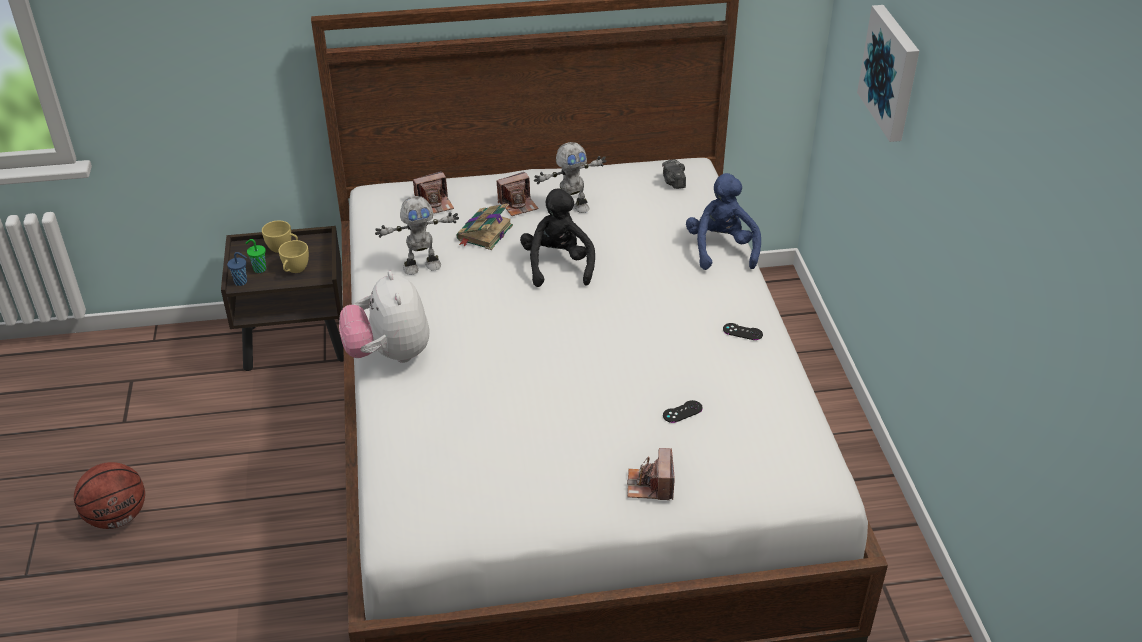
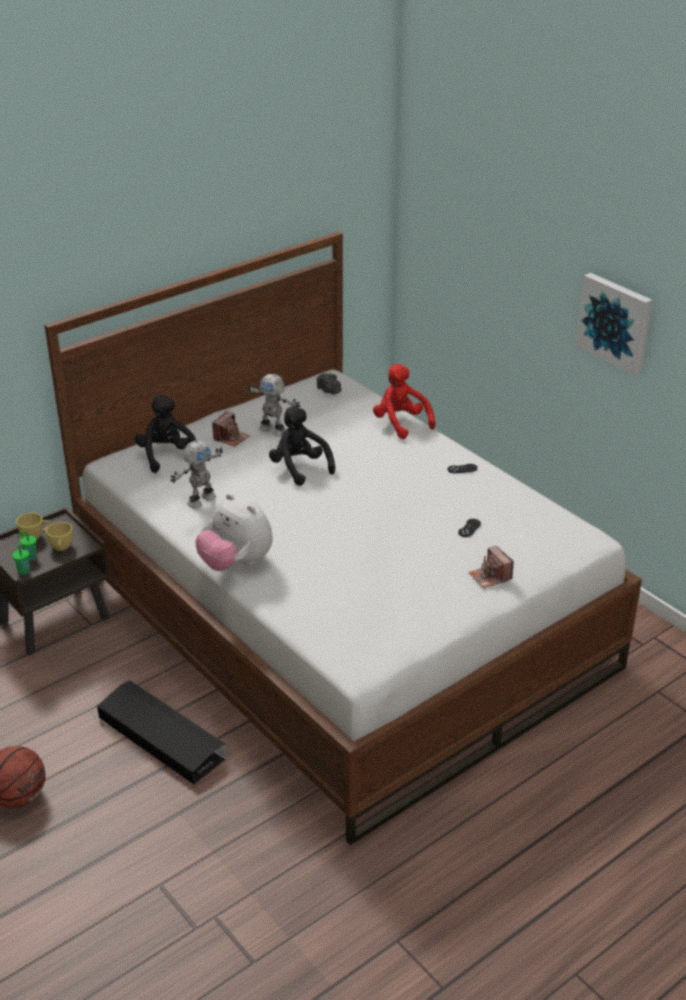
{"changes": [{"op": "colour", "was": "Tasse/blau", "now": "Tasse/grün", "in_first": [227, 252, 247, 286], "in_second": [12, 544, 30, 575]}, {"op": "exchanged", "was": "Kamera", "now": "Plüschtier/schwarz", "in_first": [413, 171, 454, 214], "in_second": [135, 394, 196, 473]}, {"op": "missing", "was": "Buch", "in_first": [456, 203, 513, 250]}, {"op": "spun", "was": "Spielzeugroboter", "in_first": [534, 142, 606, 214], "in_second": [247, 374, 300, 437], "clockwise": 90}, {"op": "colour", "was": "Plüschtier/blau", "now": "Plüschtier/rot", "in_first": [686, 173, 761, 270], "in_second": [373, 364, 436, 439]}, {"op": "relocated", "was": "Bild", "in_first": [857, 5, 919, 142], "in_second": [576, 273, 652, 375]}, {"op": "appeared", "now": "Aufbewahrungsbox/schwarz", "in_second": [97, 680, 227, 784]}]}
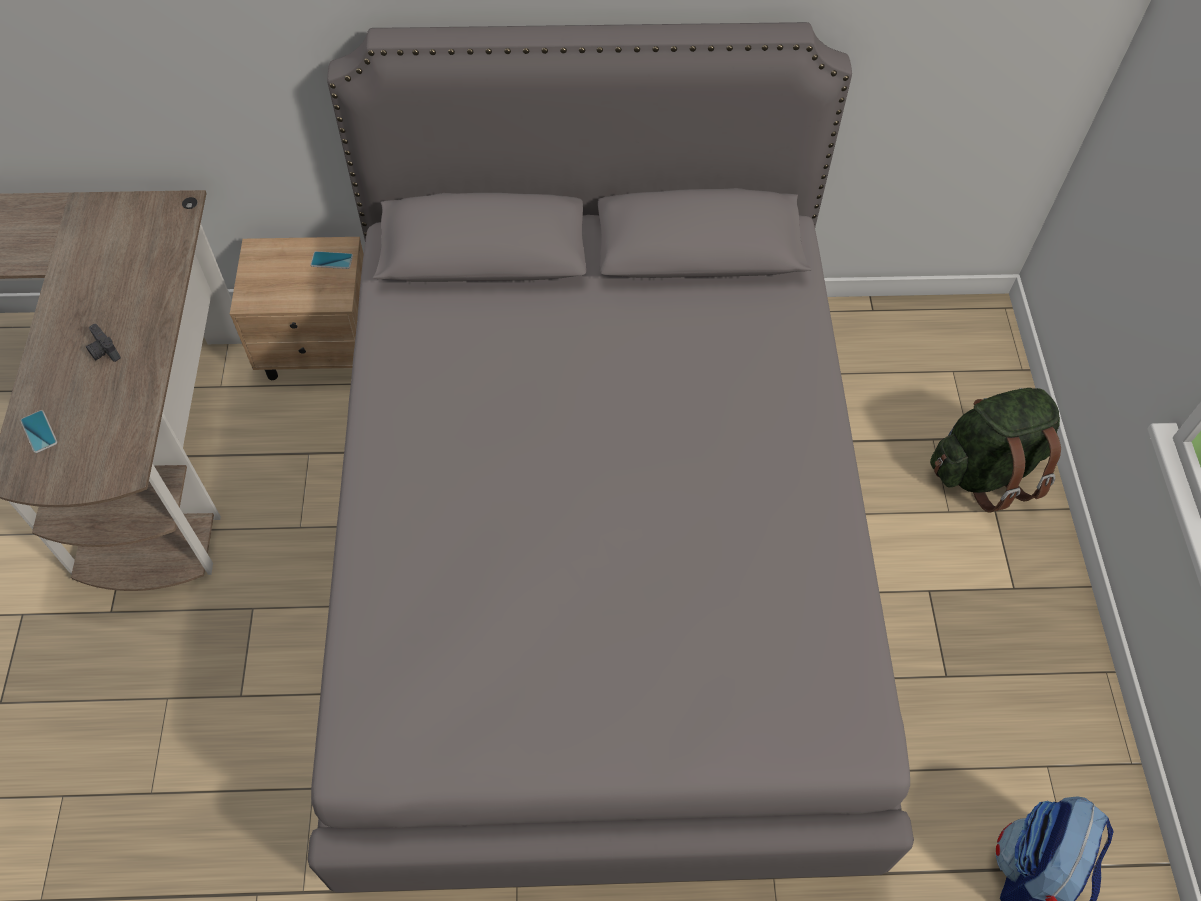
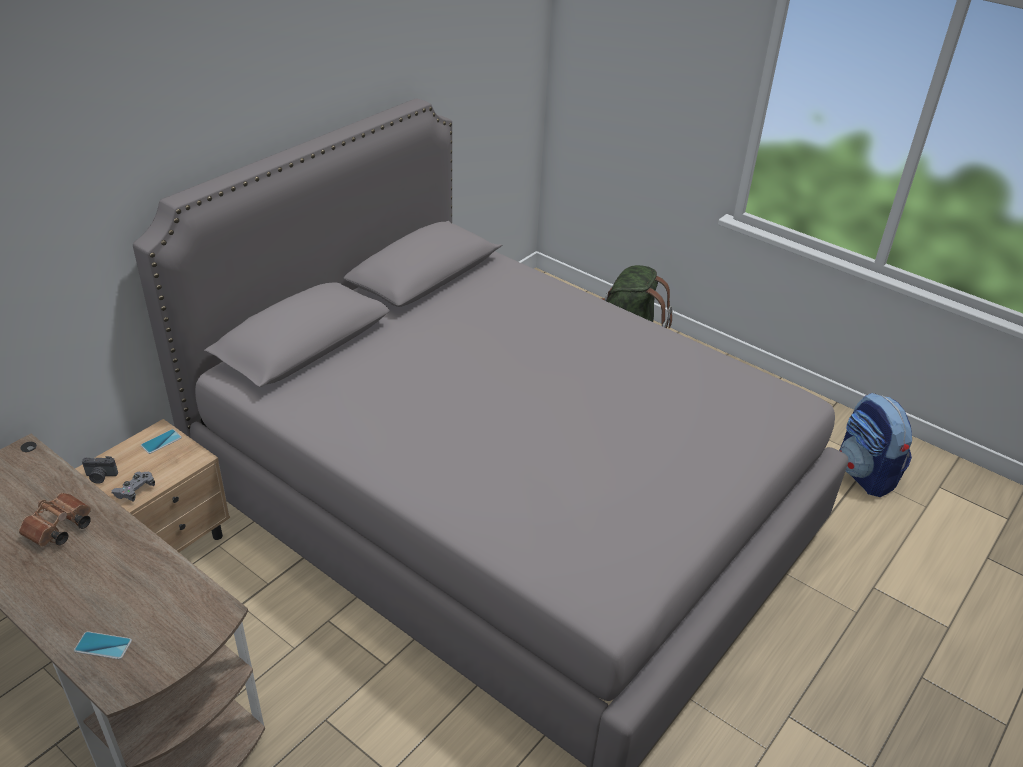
{"changes": [{"op": "relocated", "was": "Kamera", "in_first": [86, 324, 121, 362], "in_second": [82, 456, 118, 484]}, {"op": "appeared", "now": "Fernglas/braun", "in_second": [19, 493, 91, 547]}, {"op": "appeared", "now": "Gamepad/grau", "in_second": [112, 472, 155, 502]}]}
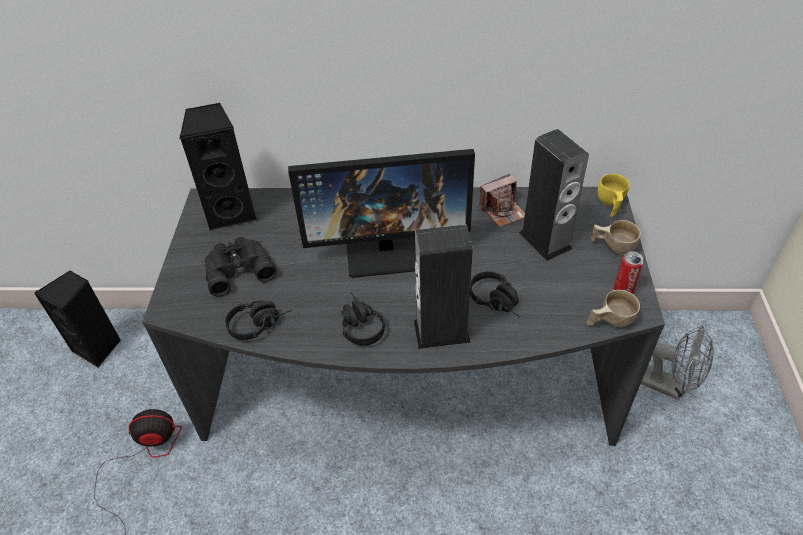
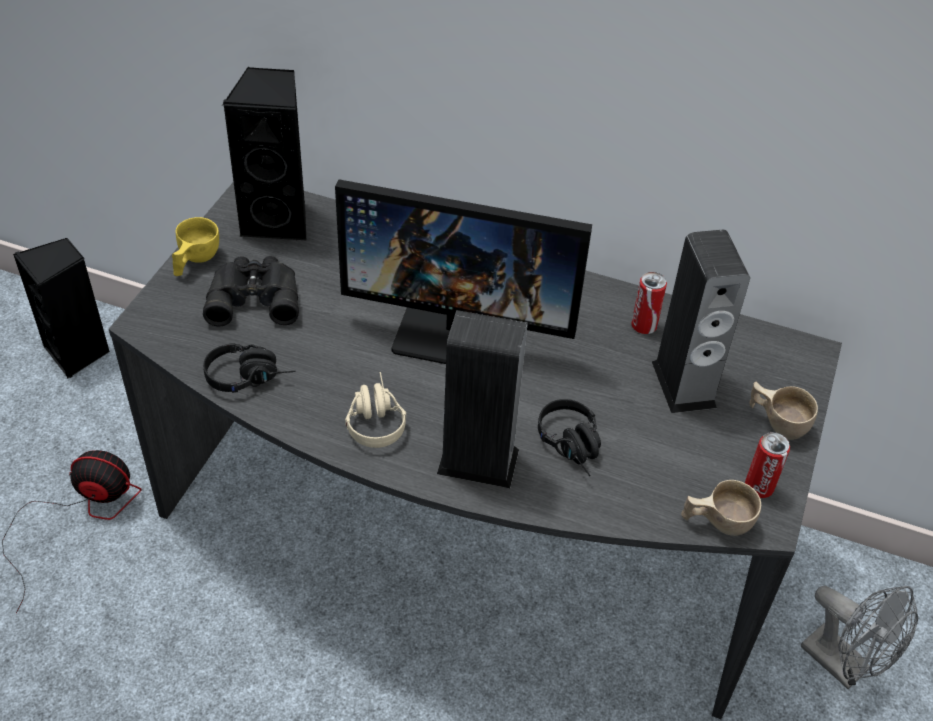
{"changes": [{"op": "colour", "was": "Kopfhörer/schwarz", "now": "Kopfhörer/beige", "in_first": [341, 293, 385, 346], "in_second": [345, 372, 406, 448]}, {"op": "exchanged", "was": "Kamera", "now": "Dose", "in_first": [479, 174, 525, 227], "in_second": [631, 272, 667, 334]}, {"op": "relocated", "was": "Tasse/gelb", "in_first": [598, 174, 630, 217], "in_second": [172, 217, 219, 276]}]}
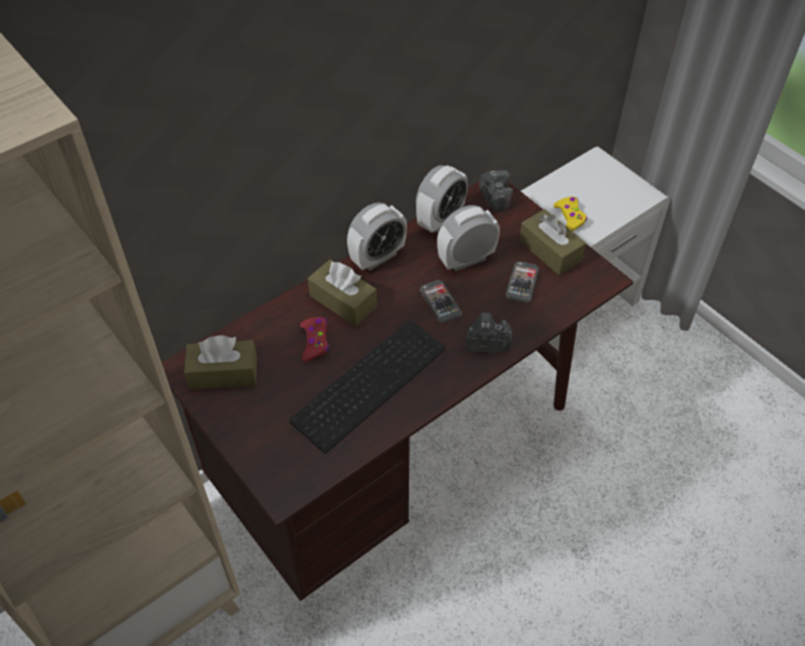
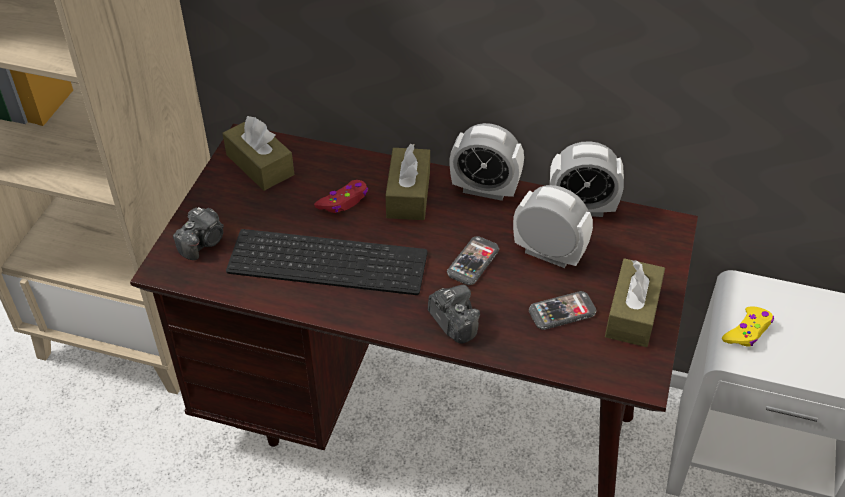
{"changes": [{"op": "relocated", "was": "Kamera", "in_first": [479, 170, 513, 212], "in_second": [173, 207, 224, 260]}]}
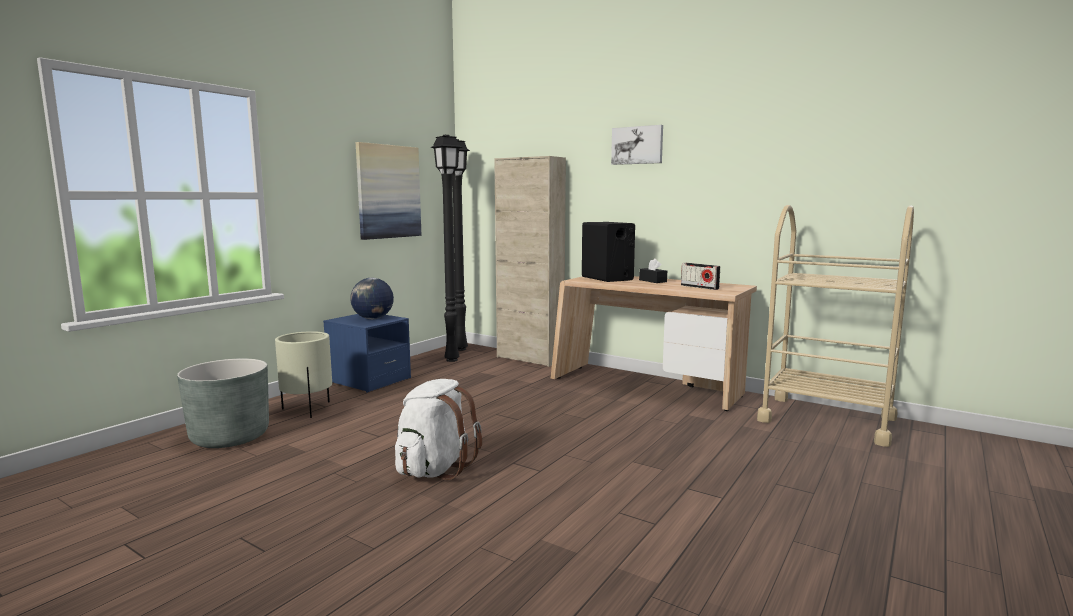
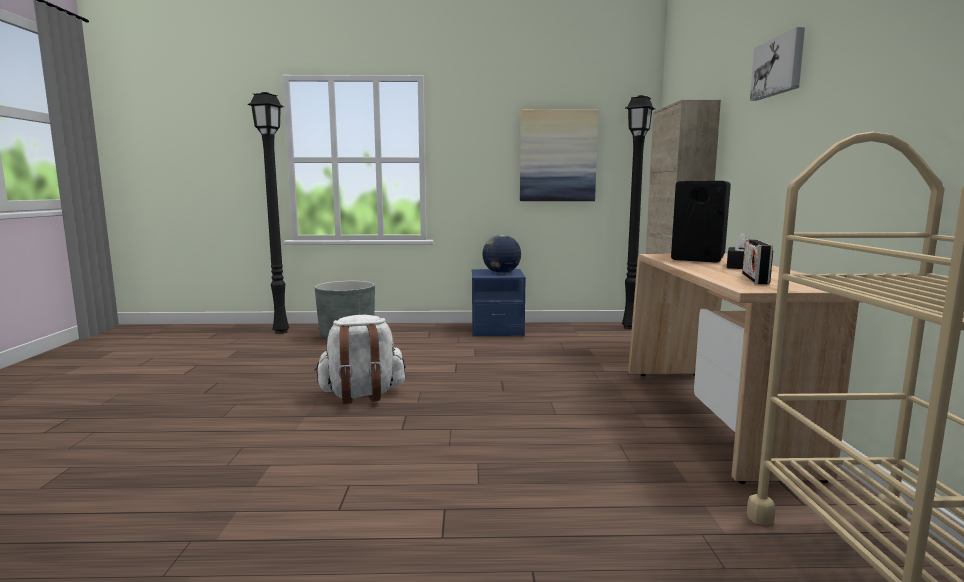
{"changes": [{"op": "missing", "was": "Pflanzkübel/beige", "in_first": [275, 331, 332, 418]}, {"op": "relocated", "was": "Stehlampe/schwarz", "in_first": [431, 135, 462, 362], "in_second": [247, 92, 289, 334]}]}
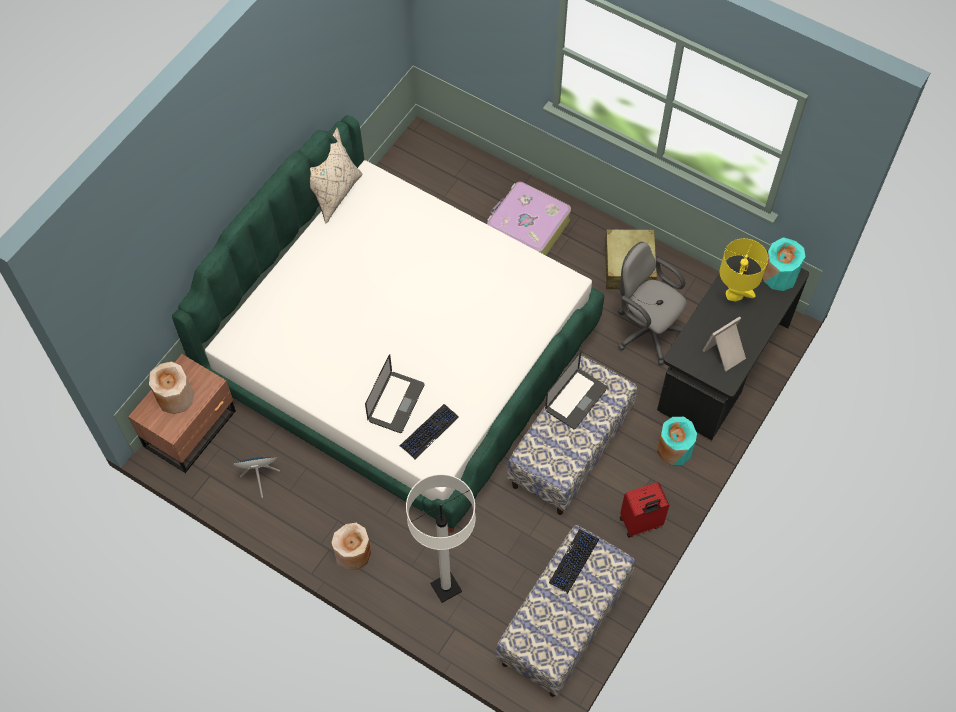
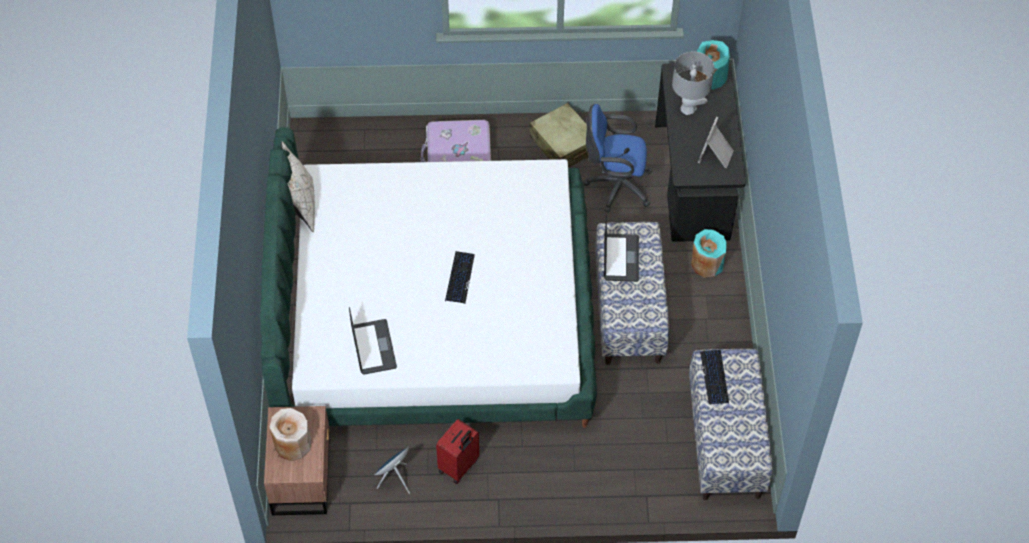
{"changes": [{"op": "missing", "was": "Vase/beige", "in_first": [332, 523, 371, 571]}, {"op": "relocated", "was": "Laptop", "in_first": [365, 354, 424, 433], "in_second": [349, 306, 397, 375]}, {"op": "relocated", "was": "Tastatur", "in_first": [400, 404, 459, 459], "in_second": [445, 251, 475, 304]}, {"op": "missing", "was": "Stehlampe/weiß", "in_first": [406, 474, 476, 603]}, {"op": "colour", "was": "Bürostuhl/grau", "now": "Bürostuhl/blau", "in_first": [618, 242, 687, 365], "in_second": [583, 104, 652, 213]}, {"op": "relocated", "was": "Koffer/rot", "in_first": [620, 482, 670, 538], "in_second": [436, 419, 479, 484]}, {"op": "colour", "was": "Tischlampe/gelb", "now": "Tischlampe/grau", "in_first": [720, 238, 768, 301], "in_second": [672, 51, 714, 115]}]}
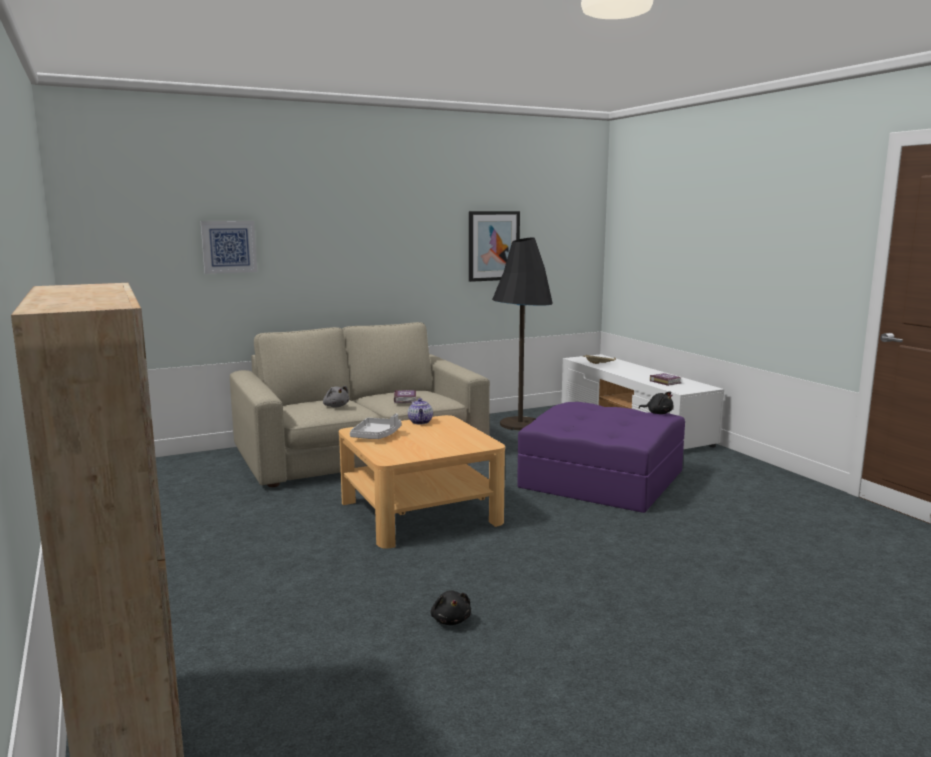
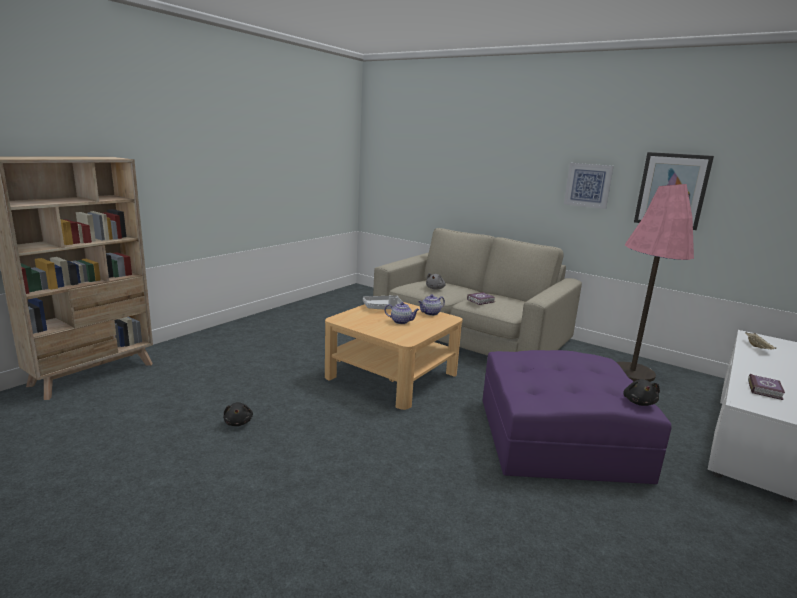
{"changes": [{"op": "relocated", "was": "Bild", "in_first": [201, 221, 257, 274], "in_second": [564, 163, 614, 209]}, {"op": "spun", "was": "Plüschtier/schwarz", "in_first": [431, 590, 471, 625], "in_second": [223, 402, 253, 426], "clockwise": -60}, {"op": "colour", "was": "Stehlampe/schwarz", "now": "Stehlampe/rosa", "in_first": [492, 238, 553, 430], "in_second": [616, 184, 694, 382]}, {"op": "appeared", "now": "Teekanne", "in_second": [385, 302, 419, 324]}]}
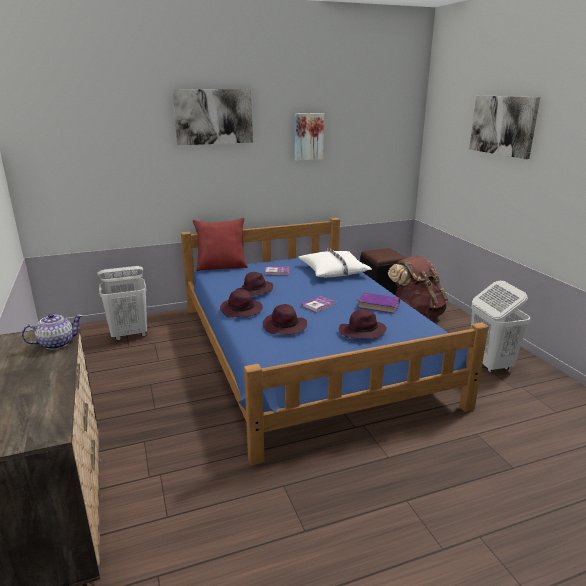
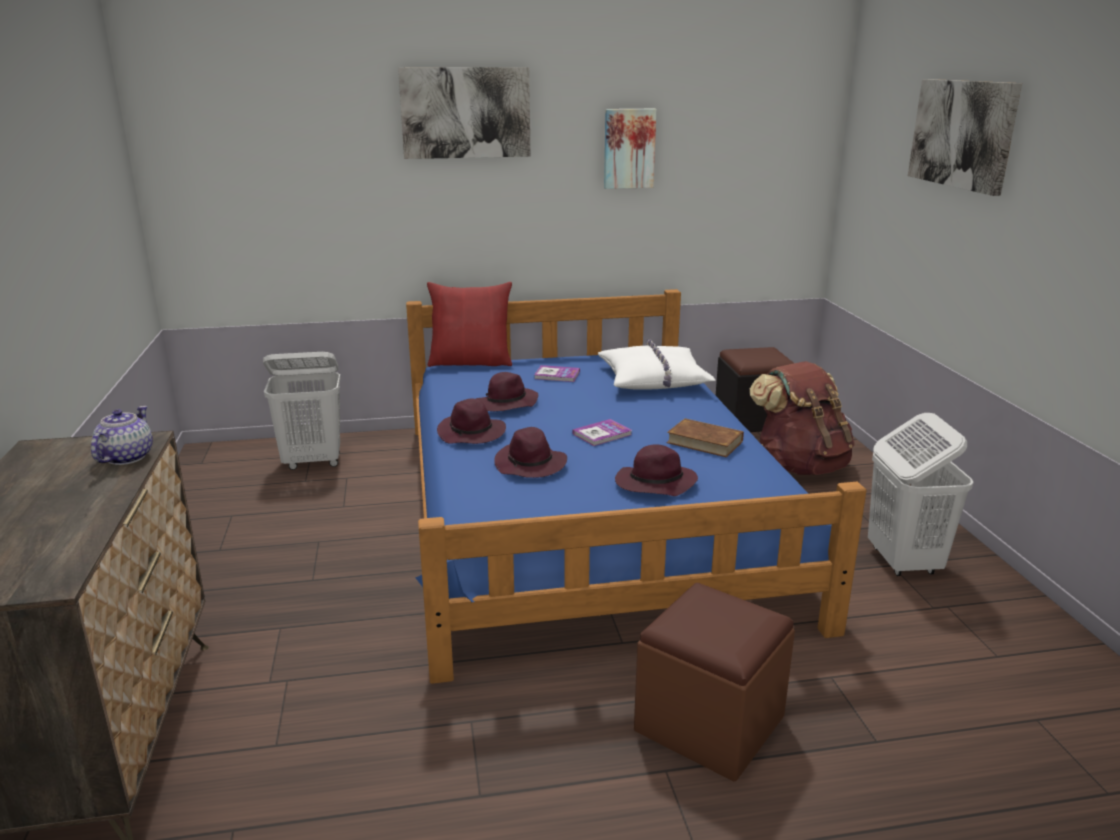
{"changes": [{"op": "spun", "was": "Teekanne", "in_first": [21, 313, 83, 350], "in_second": [91, 406, 153, 465], "clockwise": -60}, {"op": "colour", "was": "Buch/lila", "now": "Buch/braun", "in_first": [356, 293, 400, 314], "in_second": [667, 418, 744, 457]}, {"op": "appeared", "now": "Polsterhocker/braun", "in_second": [634, 583, 795, 781]}]}
